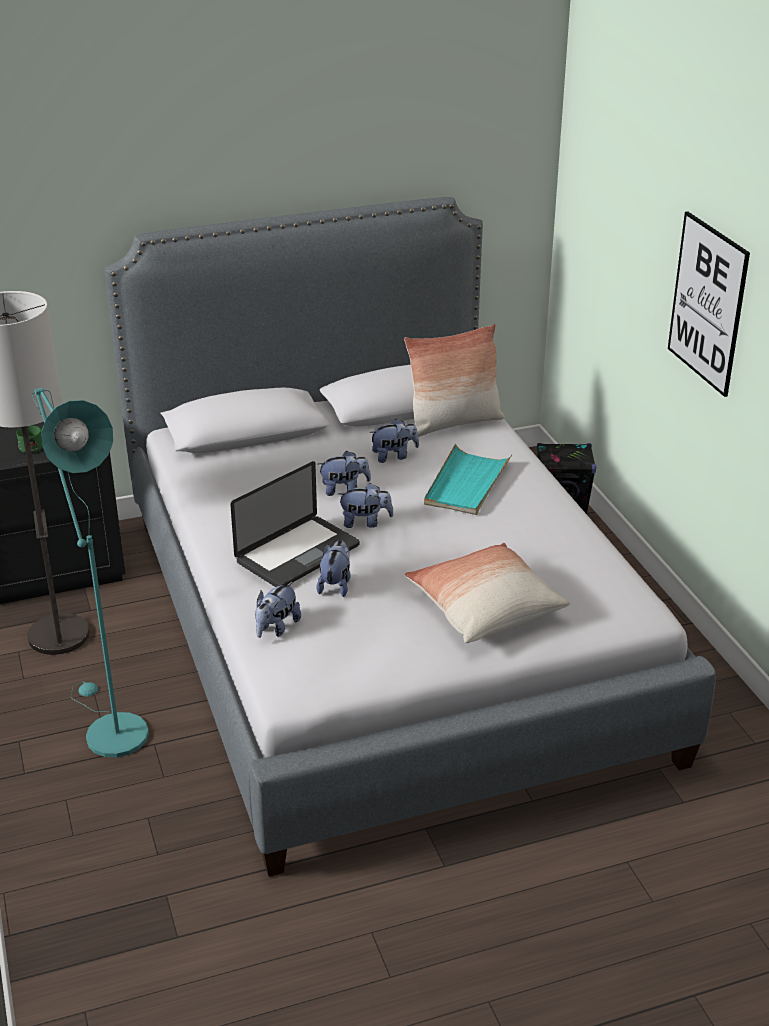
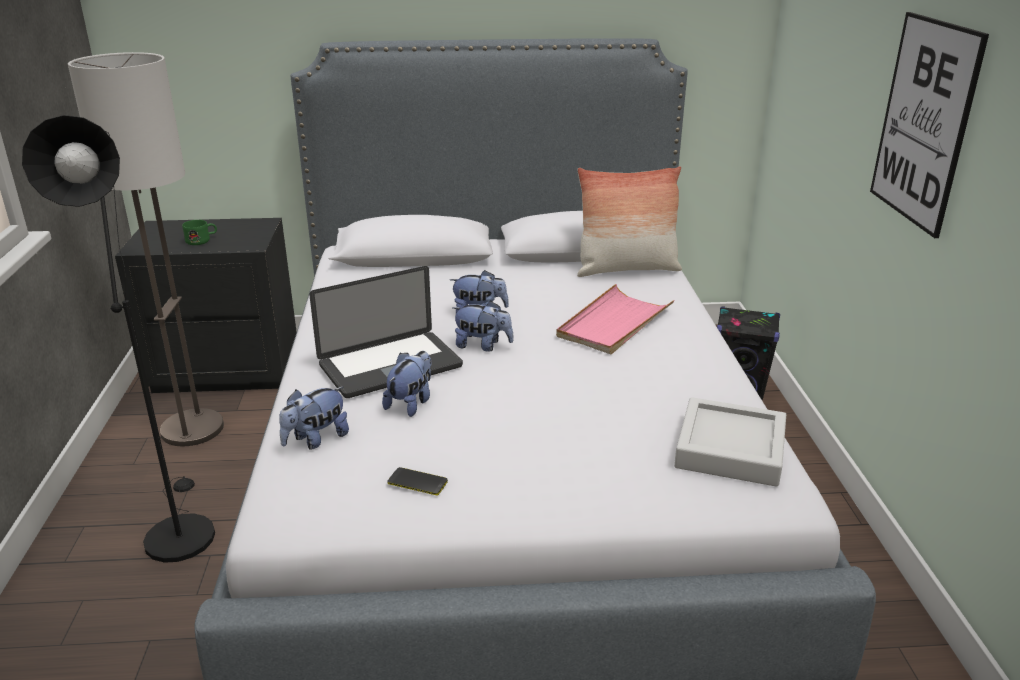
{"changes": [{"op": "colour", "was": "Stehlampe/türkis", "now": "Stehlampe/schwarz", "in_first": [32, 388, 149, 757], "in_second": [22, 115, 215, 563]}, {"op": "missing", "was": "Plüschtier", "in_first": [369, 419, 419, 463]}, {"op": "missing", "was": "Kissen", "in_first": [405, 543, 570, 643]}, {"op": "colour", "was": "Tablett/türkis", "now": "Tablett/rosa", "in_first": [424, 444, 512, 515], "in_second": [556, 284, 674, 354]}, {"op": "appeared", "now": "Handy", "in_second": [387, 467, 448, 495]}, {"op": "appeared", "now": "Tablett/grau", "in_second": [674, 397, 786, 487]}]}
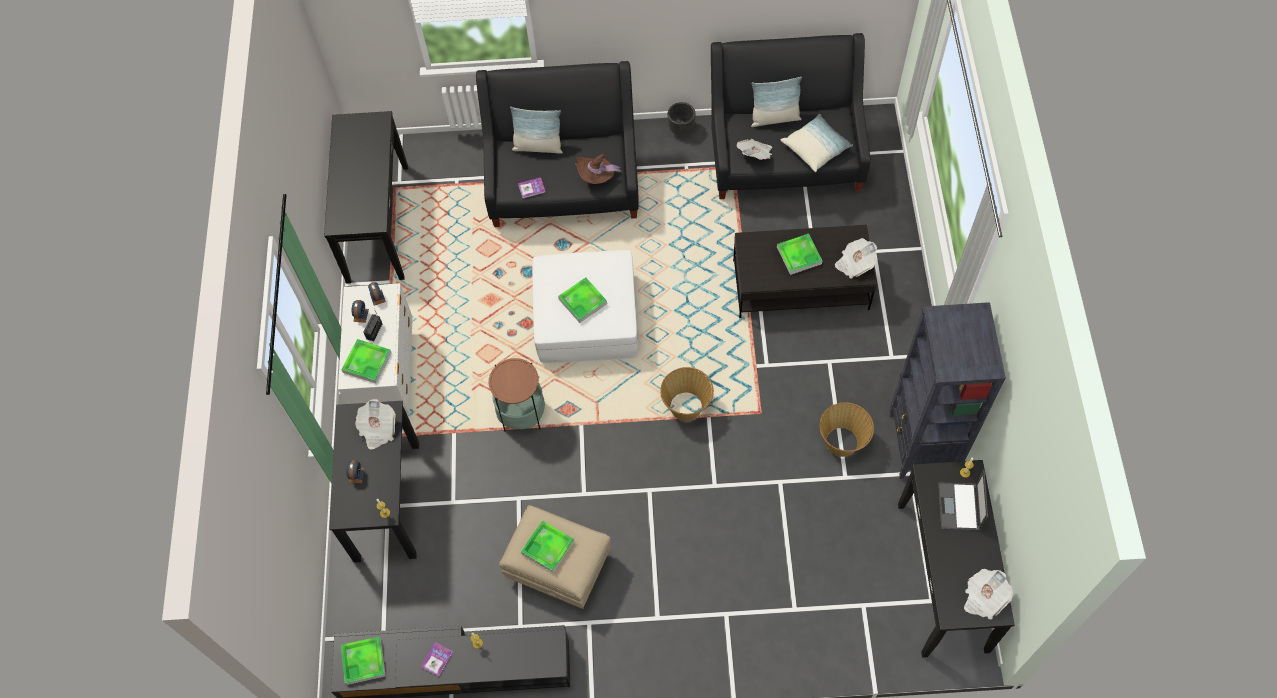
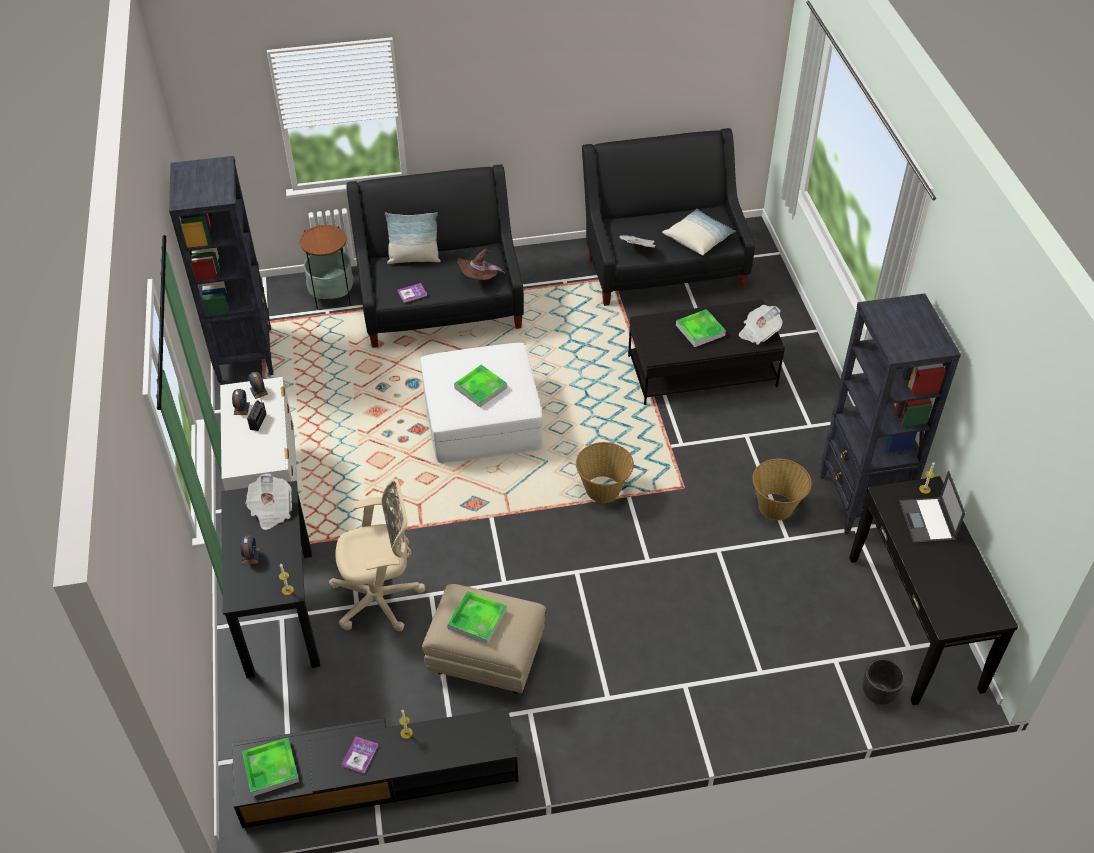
{"changes": [{"op": "exchanged", "was": "Konsolentisch/schwarz", "now": "Bücherregal/schwarz", "in_first": [324, 111, 408, 284], "in_second": [169, 156, 274, 383]}, {"op": "missing", "was": "Tablett", "in_first": [341, 339, 392, 383]}, {"op": "relocated", "was": "Beistelltisch", "in_first": [489, 358, 545, 432], "in_second": [299, 225, 354, 309]}, {"op": "relocated", "was": "Pflanzkübel/schwarz", "in_first": [668, 102, 695, 136], "in_second": [863, 658, 905, 705]}, {"op": "missing", "was": "Kissen", "in_first": [751, 77, 802, 127]}, {"op": "missing", "was": "Zeitung", "in_first": [964, 569, 1013, 620]}, {"op": "appeared", "now": "Bürostuhl/beige", "in_second": [329, 479, 426, 631]}]}
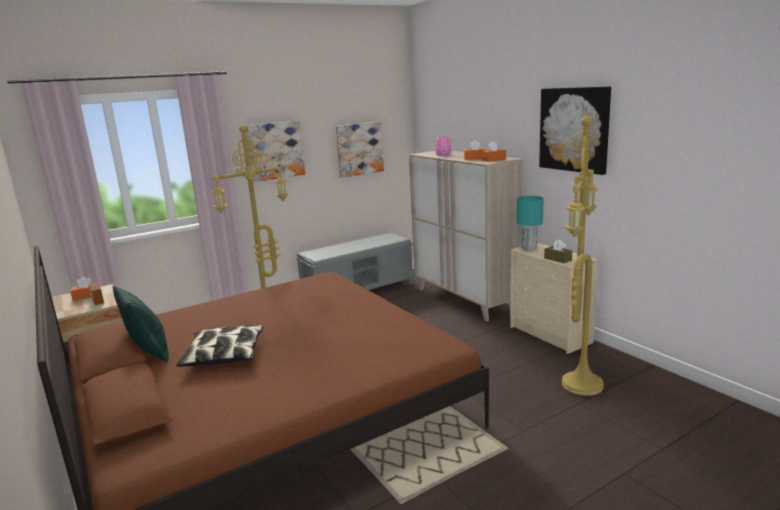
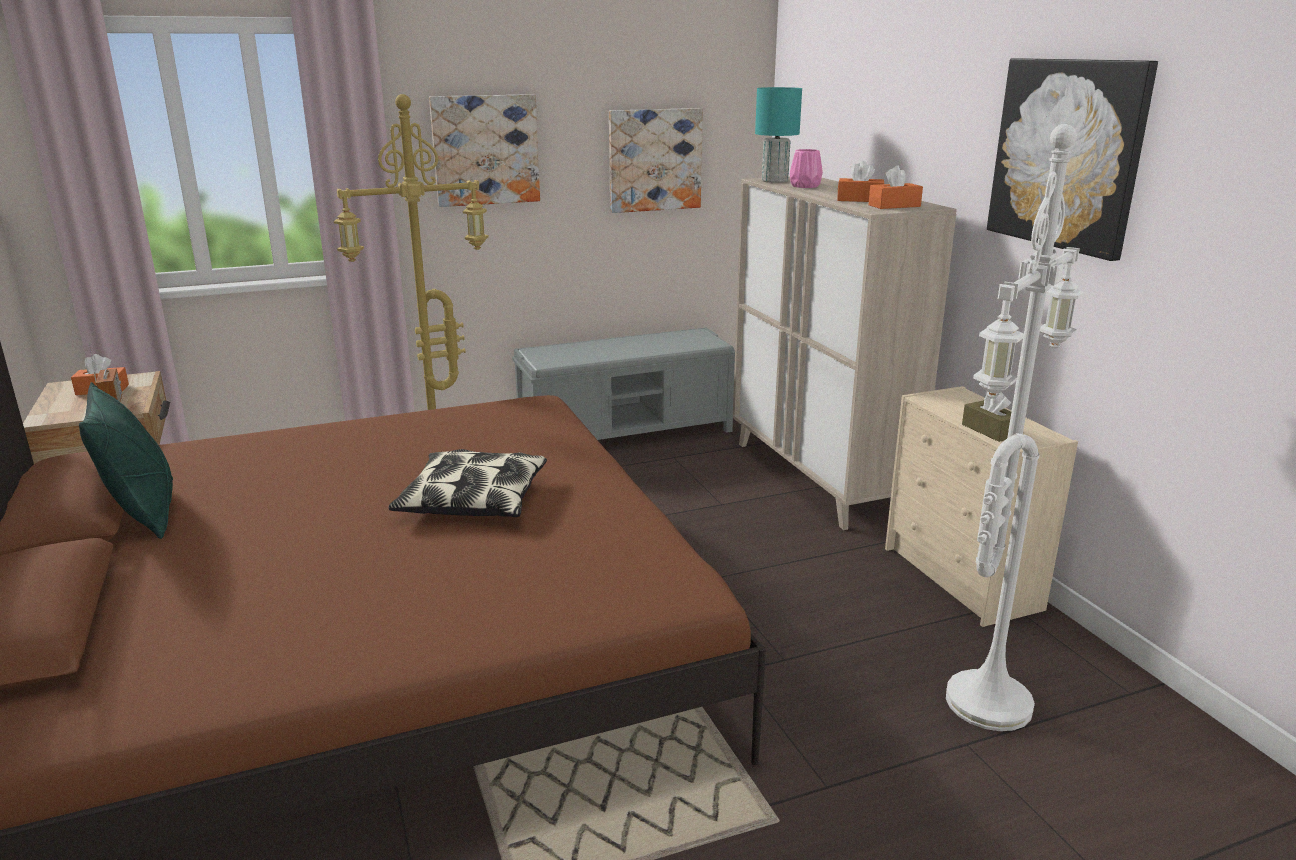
{"changes": [{"op": "relocated", "was": "Kissen", "in_first": [176, 325, 263, 367], "in_second": [389, 449, 547, 517]}, {"op": "relocated", "was": "Tischlampe/türkis", "in_first": [517, 196, 544, 250], "in_second": [755, 87, 802, 183]}, {"op": "colour", "was": "Stehlampe/gelb", "now": "Stehlampe/weiß", "in_first": [562, 116, 604, 396], "in_second": [946, 124, 1083, 731]}]}
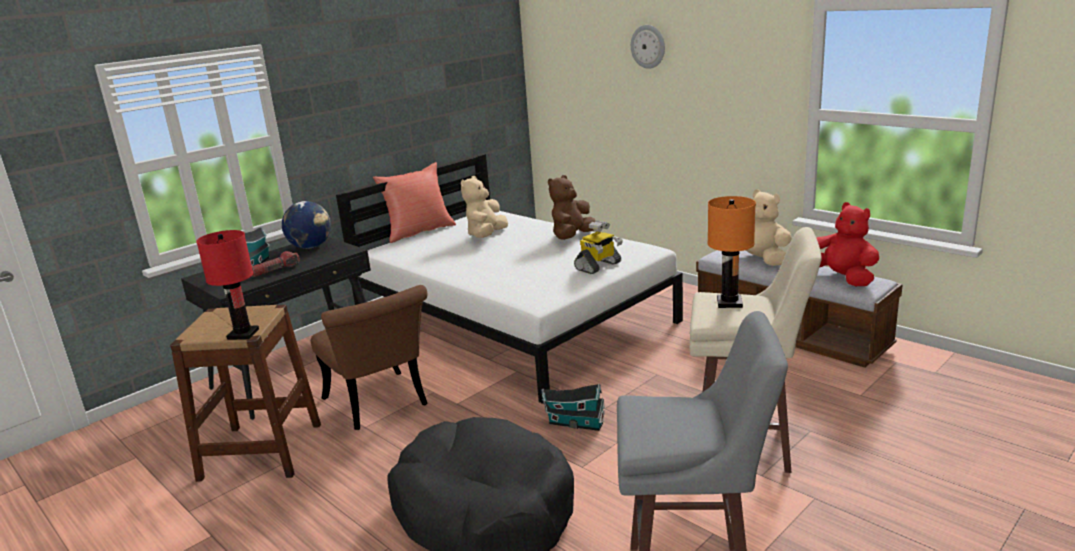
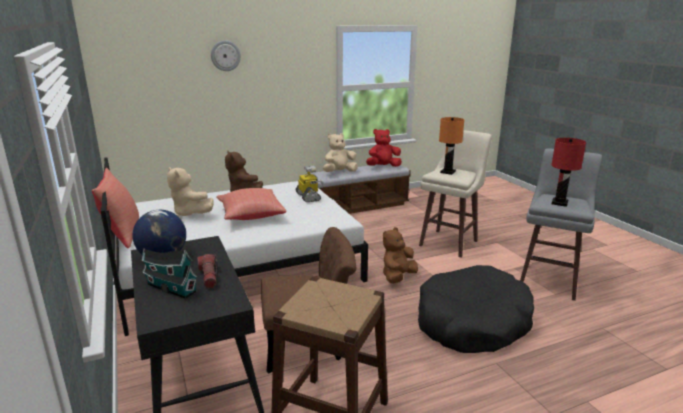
{"changes": [{"op": "relocated", "was": "Tischlampe/rot", "in_first": [196, 230, 259, 340], "in_second": [551, 138, 586, 207]}, {"op": "exchanged", "was": "Spielzeughaus", "now": "Plüschtier/braun", "in_first": [542, 384, 605, 431], "in_second": [383, 227, 418, 284]}, {"op": "appeared", "now": "Kissen/rot", "in_second": [216, 188, 287, 220]}]}
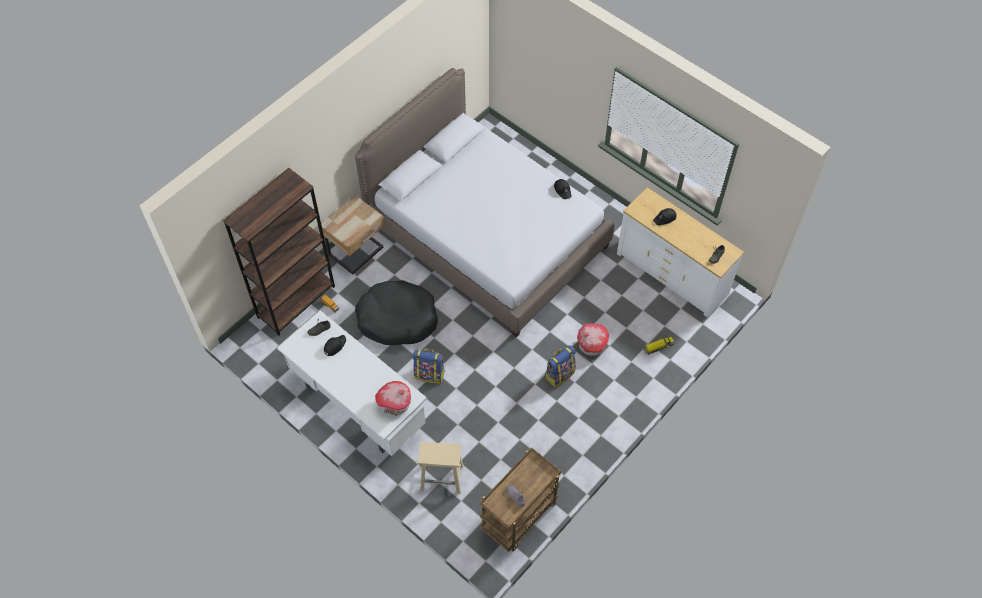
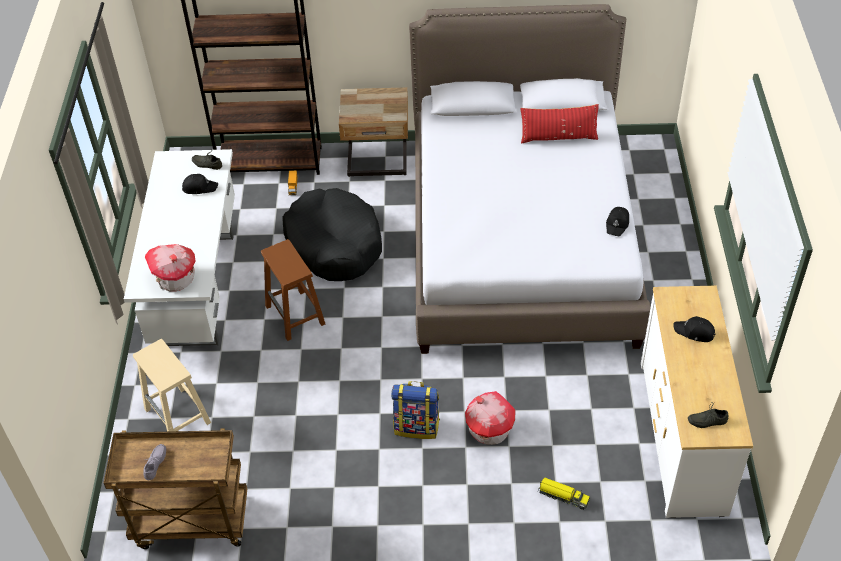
{"changes": [{"op": "exchanged", "was": "Rucksack", "now": "Hocker/braun", "in_first": [412, 348, 445, 384], "in_second": [261, 239, 325, 341]}, {"op": "appeared", "now": "Kissen/rot", "in_second": [520, 104, 599, 144]}]}
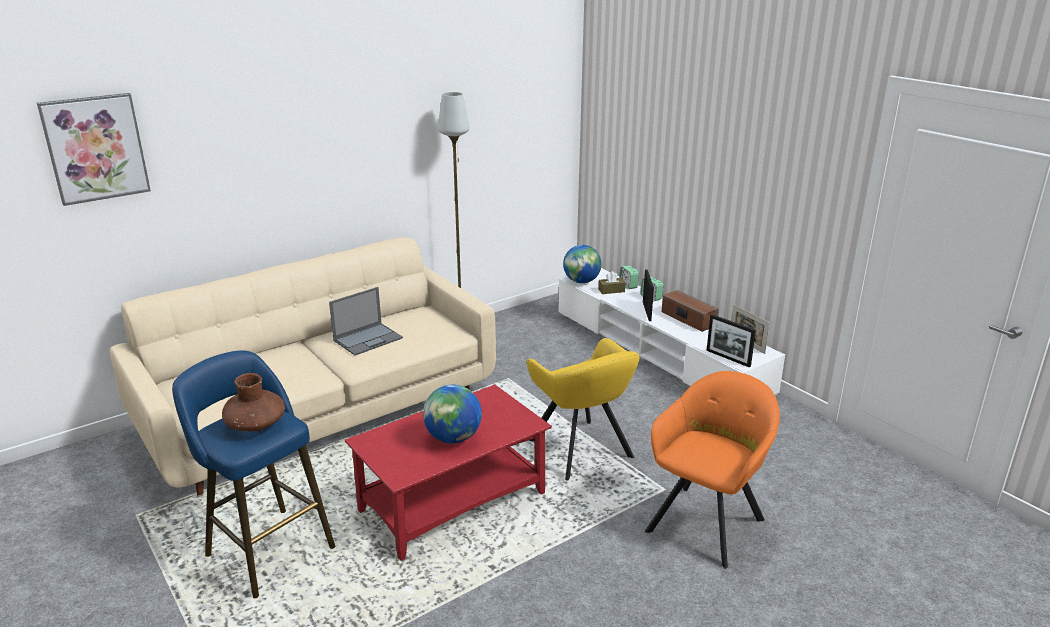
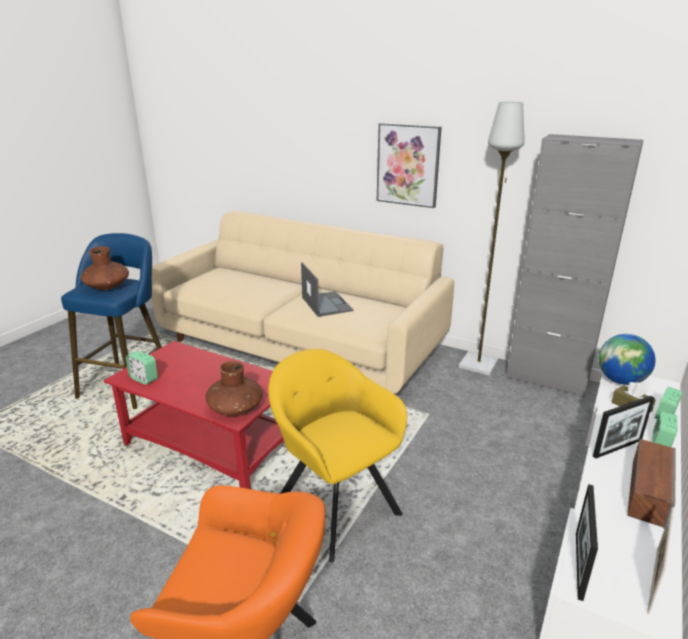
{"changes": [{"op": "relocated", "was": "Bild", "in_first": [37, 93, 151, 206], "in_second": [377, 123, 442, 208]}, {"op": "spun", "was": "Laptop", "in_first": [329, 287, 403, 355], "in_second": [301, 262, 353, 317], "clockwise": -135}, {"op": "missing", "was": "Globus", "in_first": [423, 384, 482, 444]}, {"op": "spun", "was": "Sessel/gelb", "in_first": [527, 338, 639, 481], "in_second": [268, 349, 407, 562], "clockwise": 105}, {"op": "appeared", "now": "Wecker", "in_second": [126, 351, 158, 385]}, {"op": "appeared", "now": "Vase/braun", "in_second": [206, 361, 263, 416]}, {"op": "appeared", "now": "Schrank/grau", "in_second": [506, 134, 643, 397]}]}
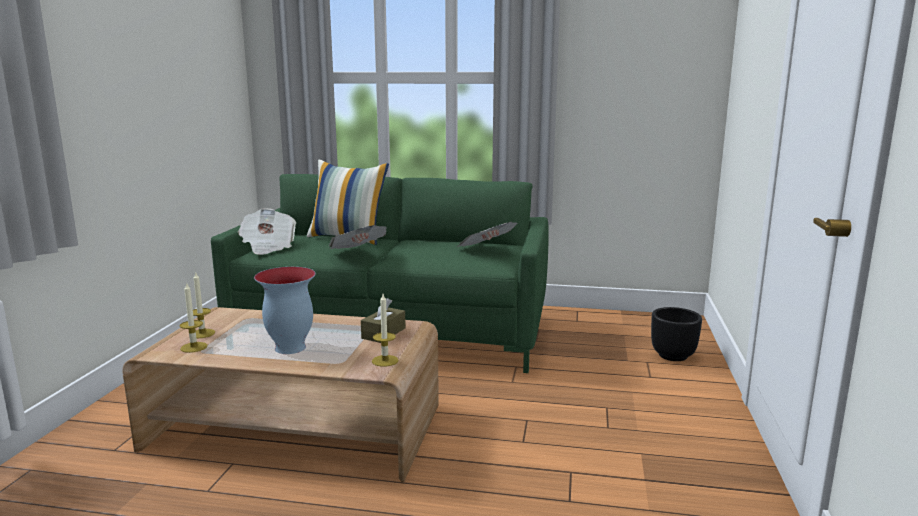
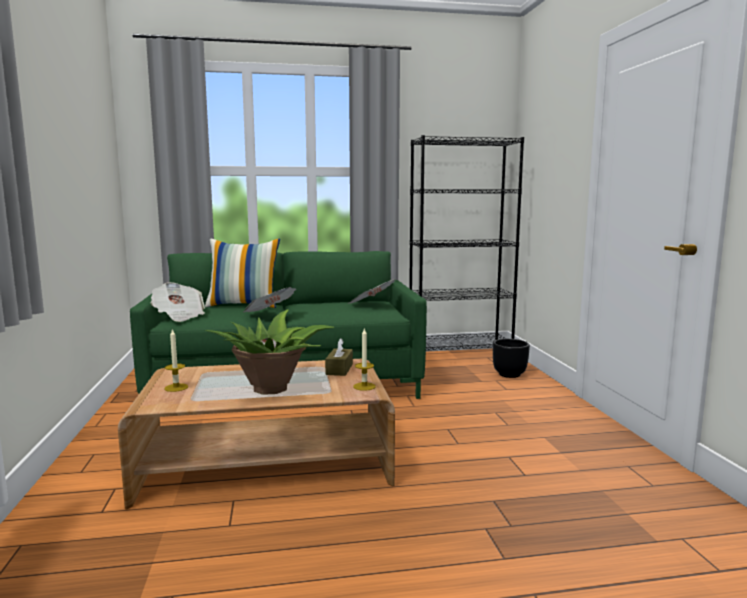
{"changes": [{"op": "missing", "was": "Kerze", "in_first": [180, 282, 208, 353]}, {"op": "exchanged", "was": "Vase", "now": "Topfpflanze", "in_first": [254, 267, 316, 354], "in_second": [205, 309, 334, 395]}, {"op": "appeared", "now": "Bücherregal/schwarz", "in_second": [409, 135, 524, 351]}]}
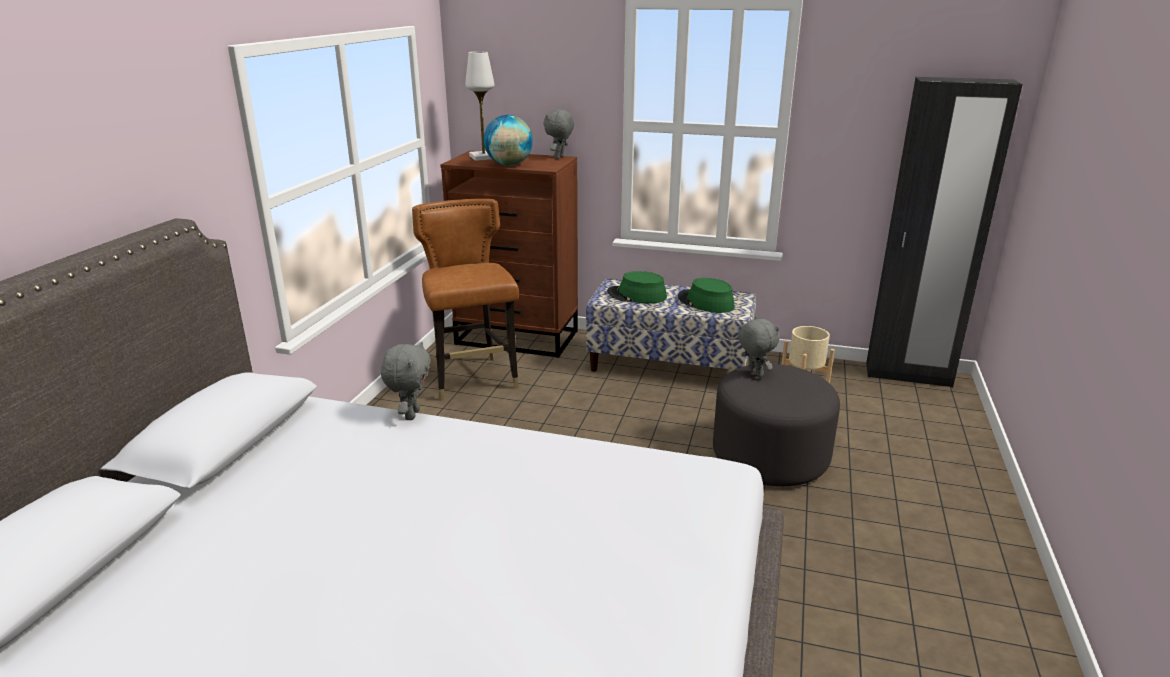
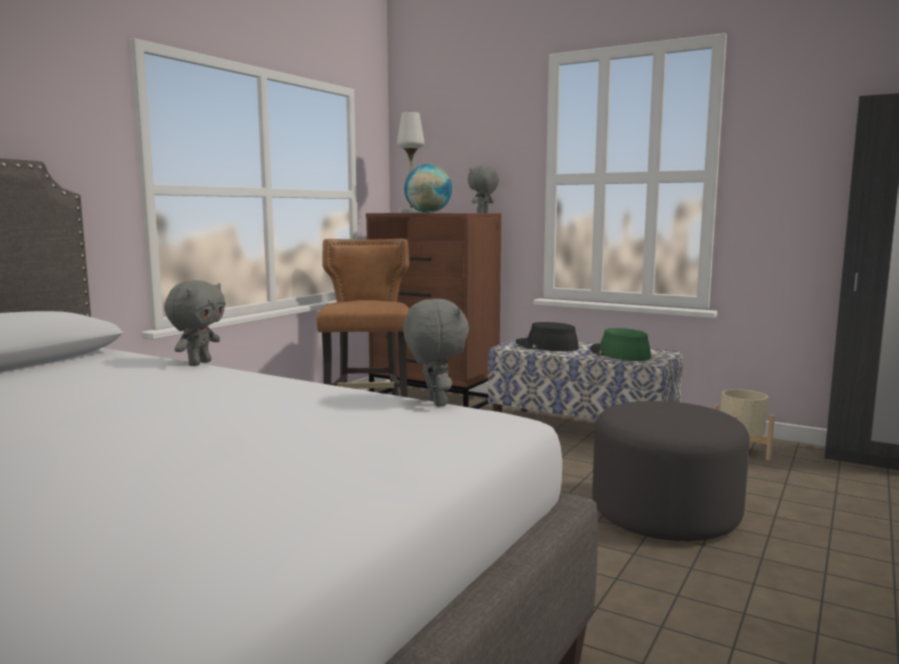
{"changes": [{"op": "colour", "was": "Hut/grün", "now": "Hut/schwarz", "in_first": [607, 271, 667, 303], "in_second": [516, 322, 579, 351]}, {"op": "relocated", "was": "Plüschtier/grau", "in_first": [738, 316, 780, 377], "in_second": [403, 299, 469, 407]}]}
